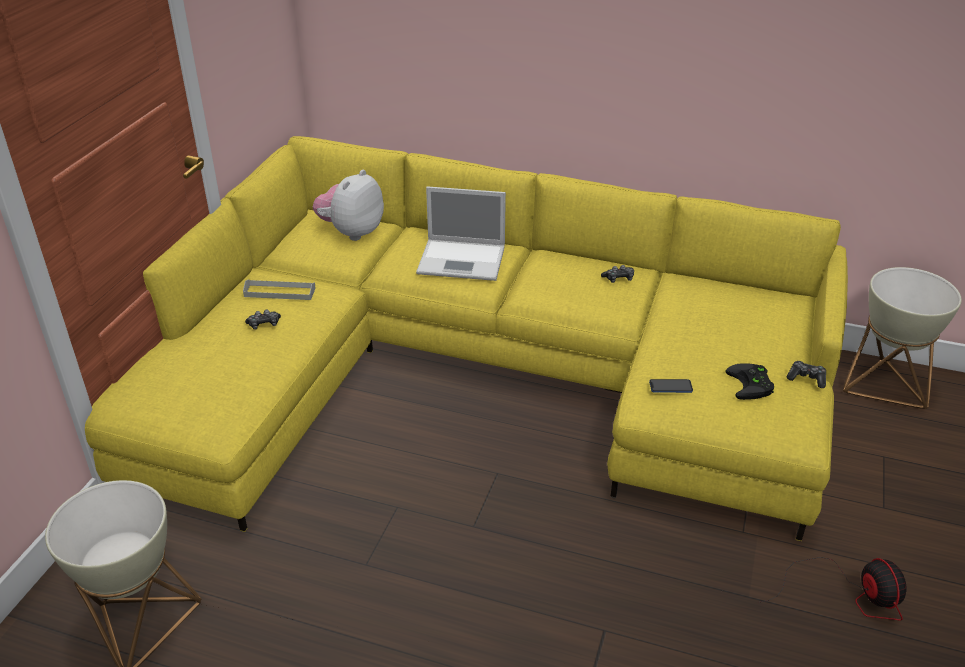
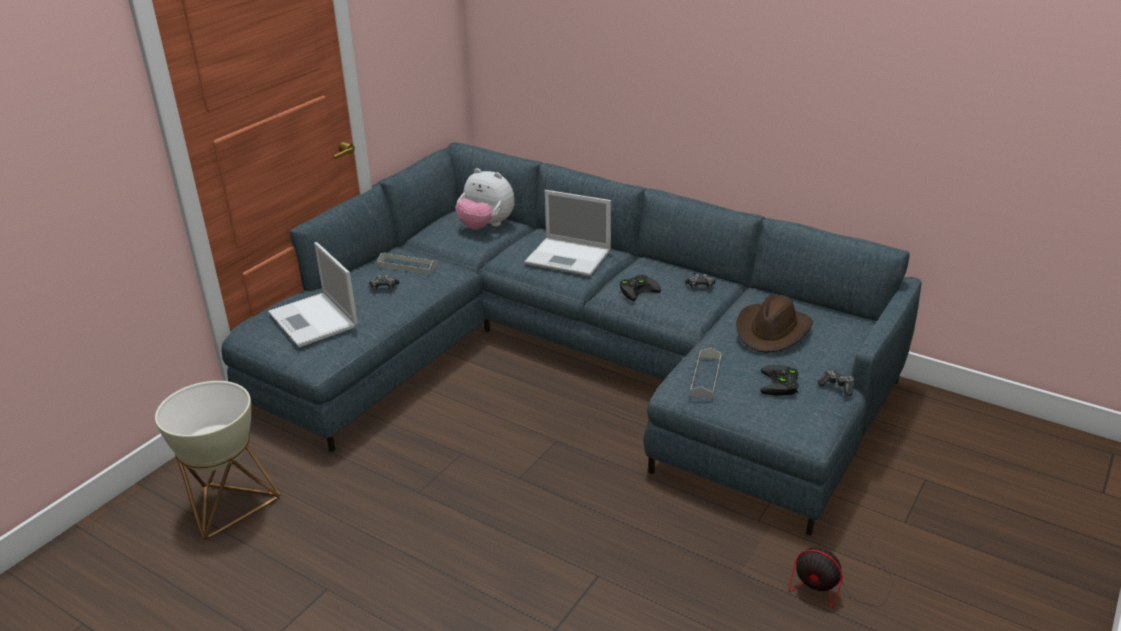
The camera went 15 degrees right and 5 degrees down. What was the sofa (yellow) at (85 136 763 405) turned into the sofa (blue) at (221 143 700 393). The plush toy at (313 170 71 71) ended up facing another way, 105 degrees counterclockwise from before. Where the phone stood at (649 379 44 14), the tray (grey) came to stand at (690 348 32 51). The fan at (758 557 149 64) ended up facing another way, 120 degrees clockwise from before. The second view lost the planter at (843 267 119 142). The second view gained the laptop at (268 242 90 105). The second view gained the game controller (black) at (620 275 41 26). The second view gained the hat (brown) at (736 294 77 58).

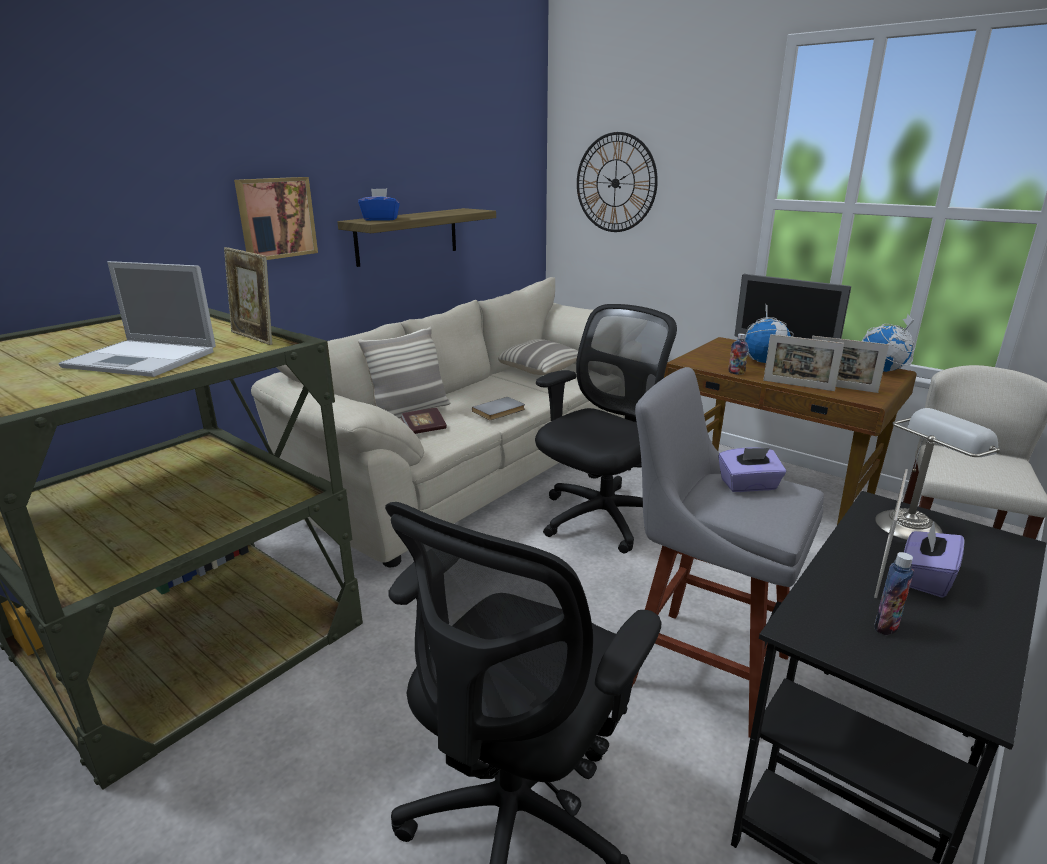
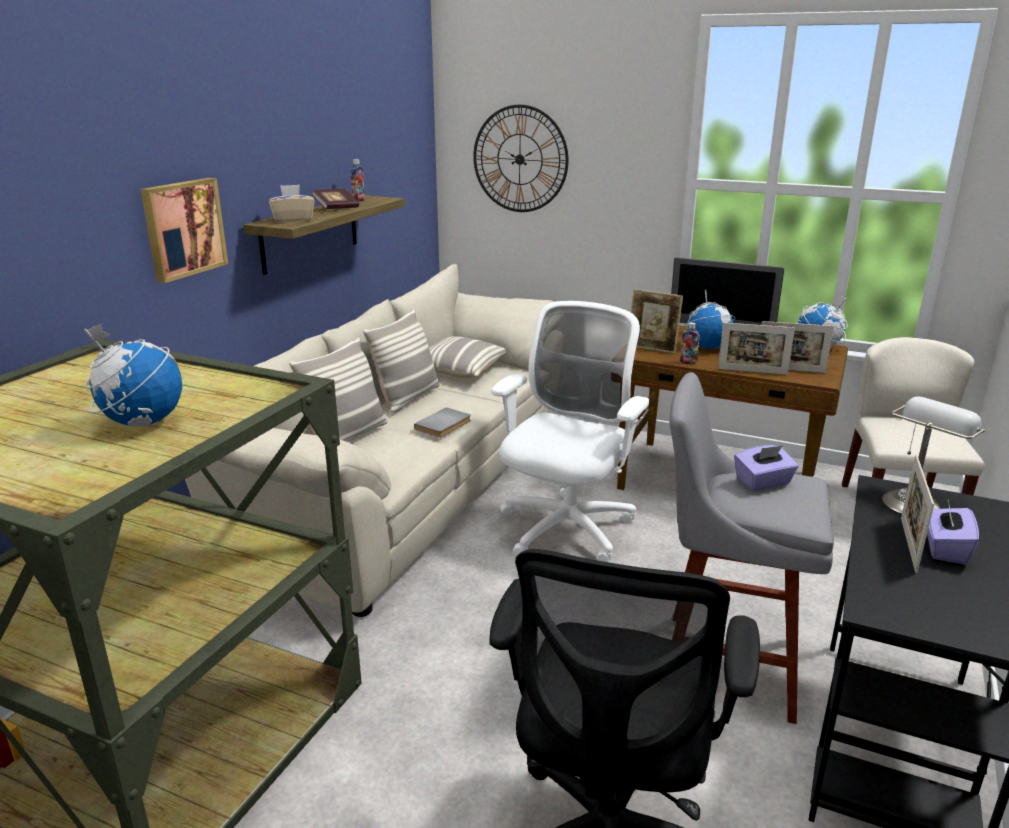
The camera went 15 degrees left and 0 degrees up. Where the laptop stood at (59 261 157 116), the globe came to stand at (84 323 98 104). The picture frame ended up elsewhere, having gone from (224 247 48 98) to (631 289 52 65). What was the tissue box (blue) at (358 188 42 33) turned into the tissue box (beige) at (269 185 45 37). The book ended up elsewhere, having gone from (401 408 46 26) to (312 189 47 20). What was the office chair (black) at (535 304 142 250) turned into the office chair (white) at (491 301 158 261). The bottle ended up elsewhere, having gone from (874 552 40 83) to (350 159 15 43). The second view gained the pillow at (363 310 77 106).

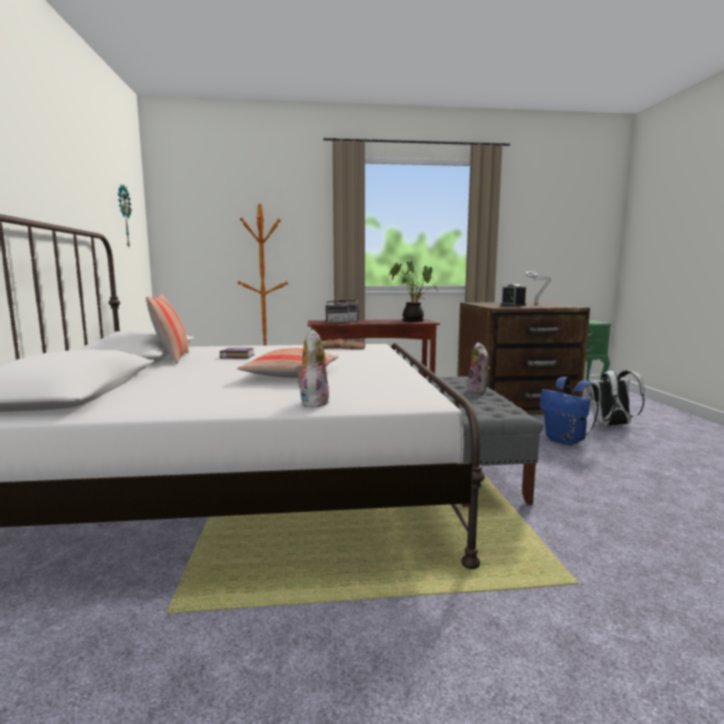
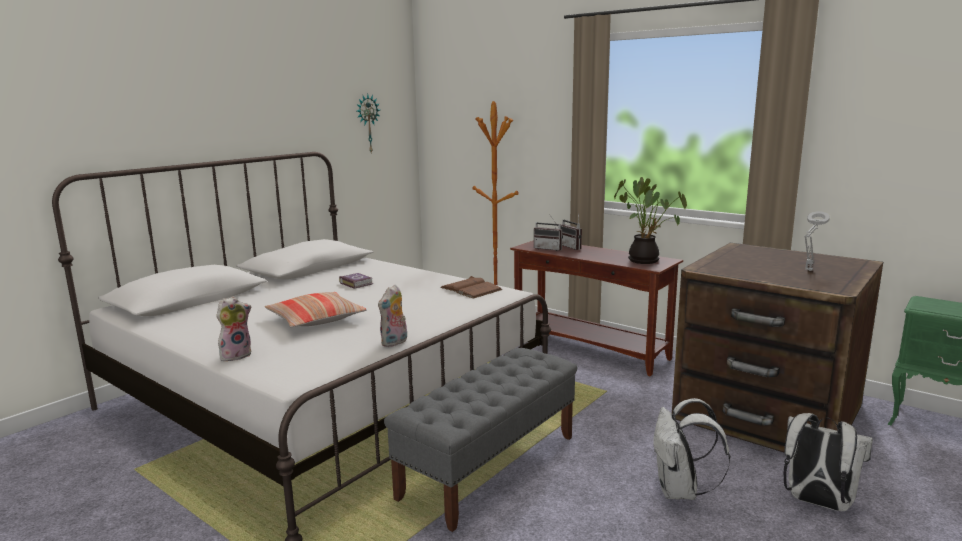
The camera went 45 degrees right and 5 degrees up. The second view lost the pillow at (146 294 43 70). The plush toy ended up elsewhere, having gone from (466 342 24 51) to (378 285 29 62). The second view lost the alarm clock at (501 285 25 21). What was the backpack (blue) at (539 377 61 68) turned into the backpack (white) at (653 398 77 102).

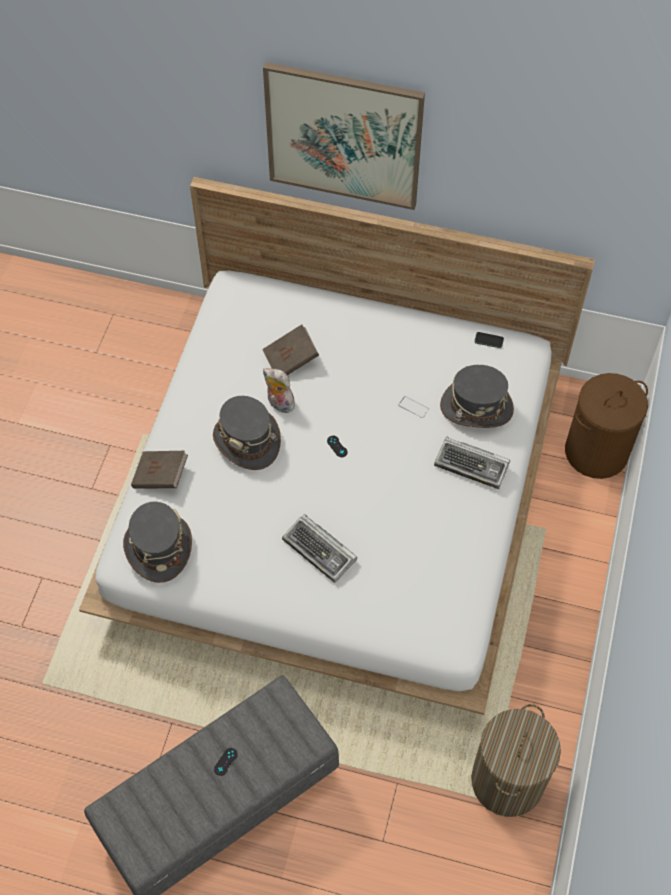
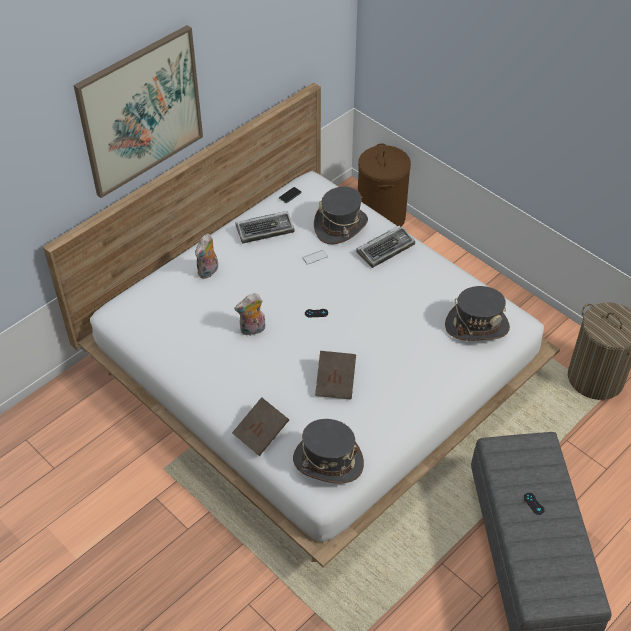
The camera went 60 degrees left and 10 degrees down. The hat (grey) ended up elsewhere, having gone from (213 396 68 74) to (445 286 65 55). The book (brown) ended up elsewhere, having gone from (262 324 57 51) to (315 351 41 48). The keyboard ended up elsewhere, having gone from (282 514 75 69) to (235 211 60 33). The second view gained the plush toy at (195 234 23 45).

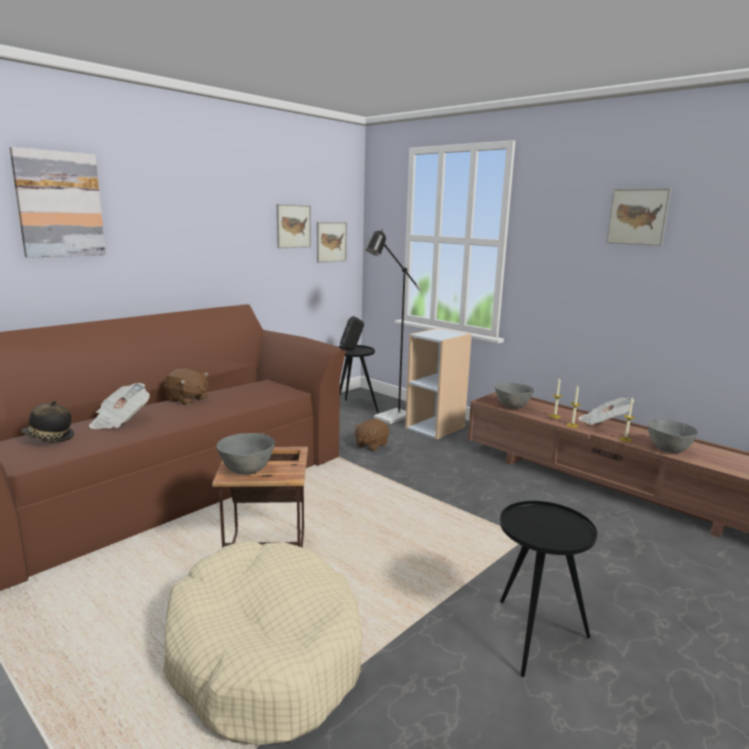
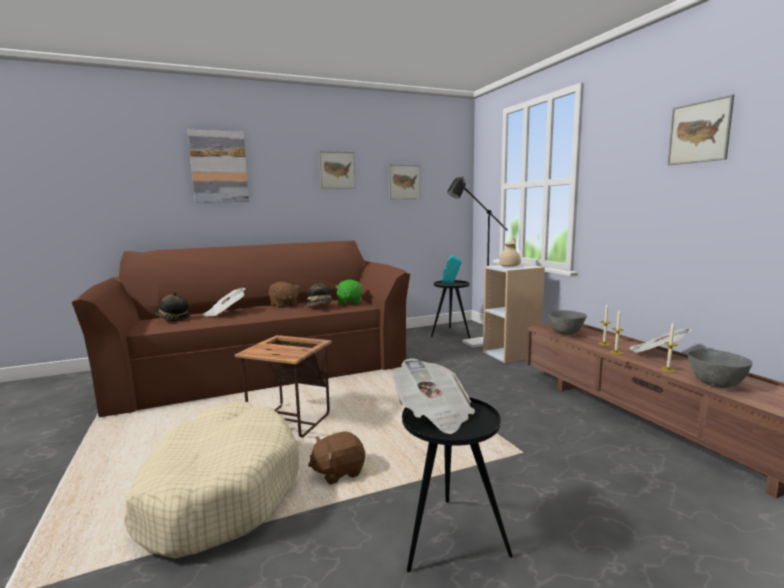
The camera went 25 degrees right and 5 degrees down. The second view lost the bowl (grey) at (217 433 58 42). The picture ended up elsewhere, having gone from (317 222 30 41) to (319 151 36 38). What was the speaker (black) at (340 316 24 34) turned into the speaker (turquoise) at (441 255 20 29). The plush toy (brown) ended up elsewhere, having gone from (354 419 35 32) to (308 431 57 54). The second view gained the hat at (306 281 28 25). The second view gained the plush toy (green) at (335 279 27 26). The second view gained the newspaper at (392 358 83 76). The second view gained the teapot (beige) at (499 237 22 30).

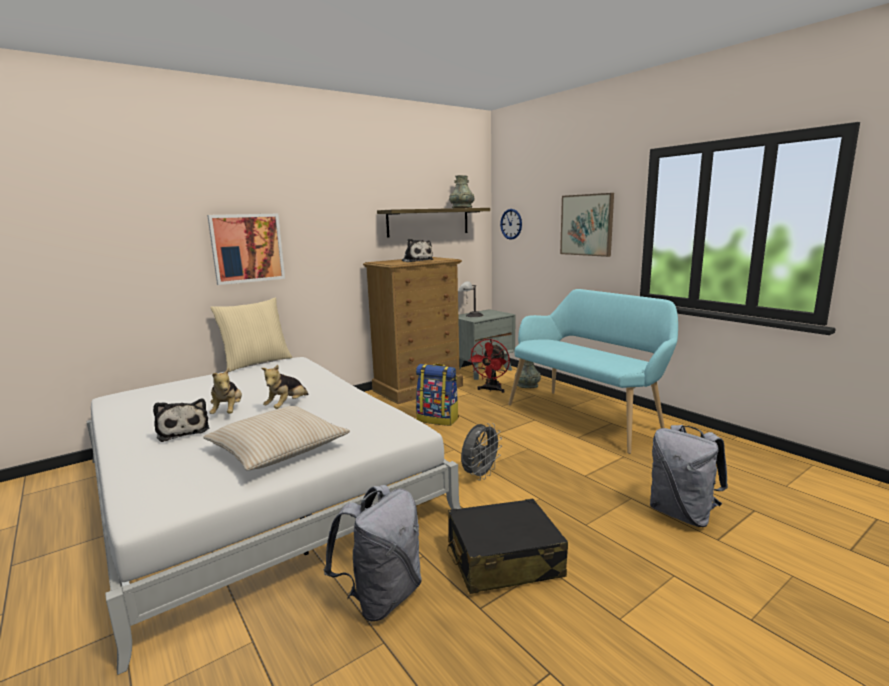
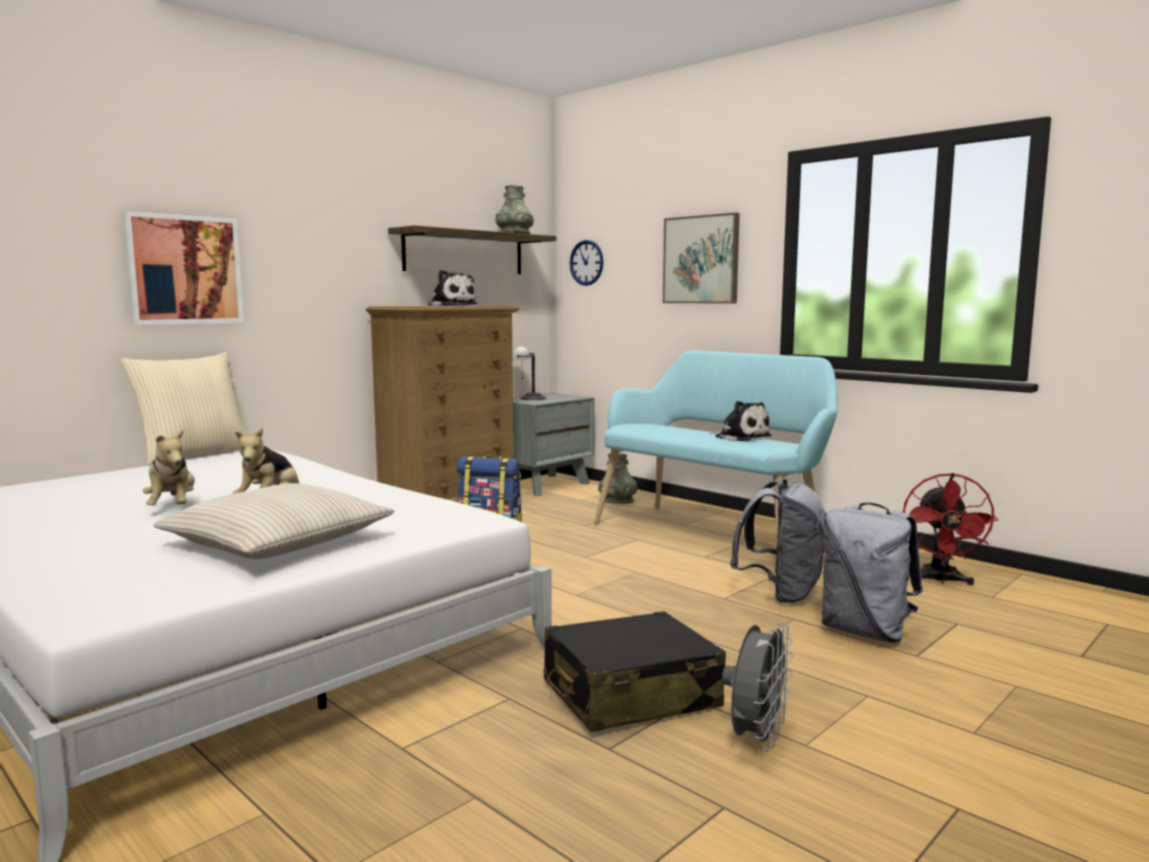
The camera went 10 degrees left and 5 degrees down. The plush toy ended up elsewhere, having gone from (153 399 56 43) to (709 401 62 40). The backpack (grey) ended up elsewhere, having gone from (324 485 98 136) to (730 479 97 124). The fan (grey) ended up elsewhere, having gone from (461 423 41 57) to (722 622 71 129). The fan (red) ended up elsewhere, having gone from (468 339 42 54) to (903 473 95 112).

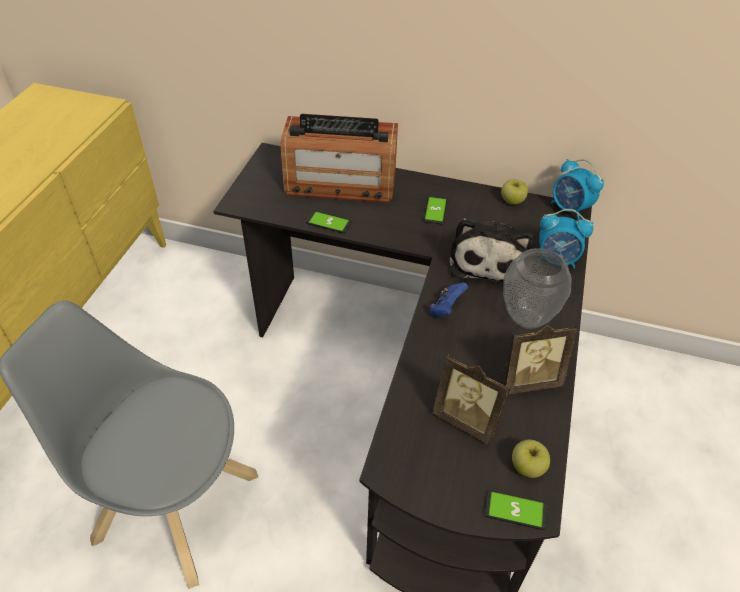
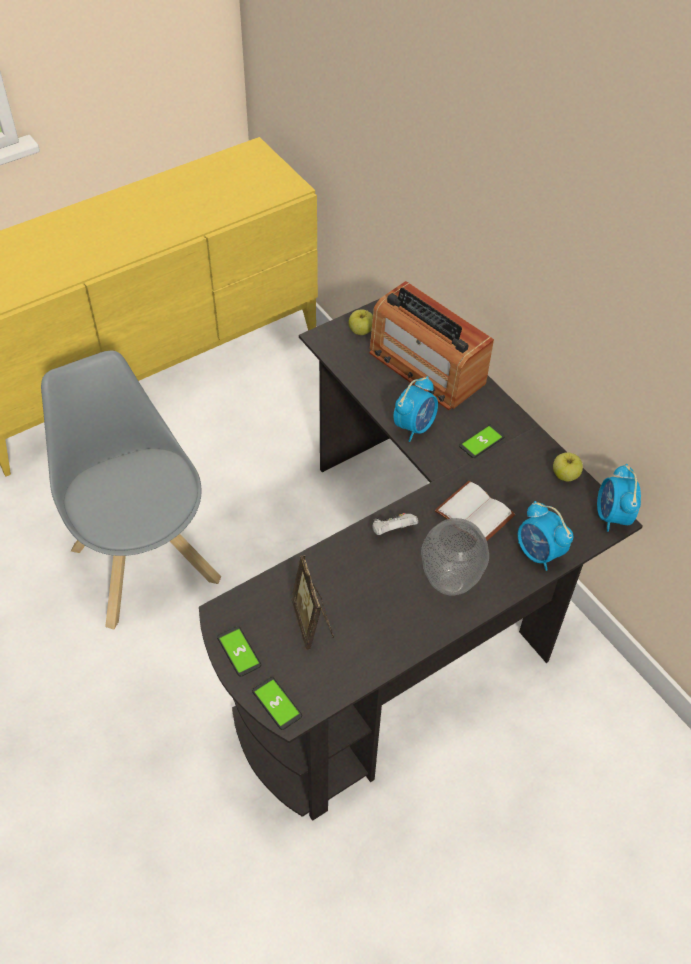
The camera went 40 degrees right and 5 degrees up. The phone ended up elsewhere, having gone from (306 211 46 22) to (217 626 44 51). What was the game controller (blue) at (429 282 39 35) turned into the game controller (white) at (372 513 46 22). Where the plush toy stood at (450 218 84 66), the book (white) came to stand at (434 481 81 60). The second view lost the picture frame at (501 325 76 69). The apple ended up elsewhere, having gone from (512 440 38 38) to (349 309 24 26). The second view gained the alarm clock at (394 376 44 66).

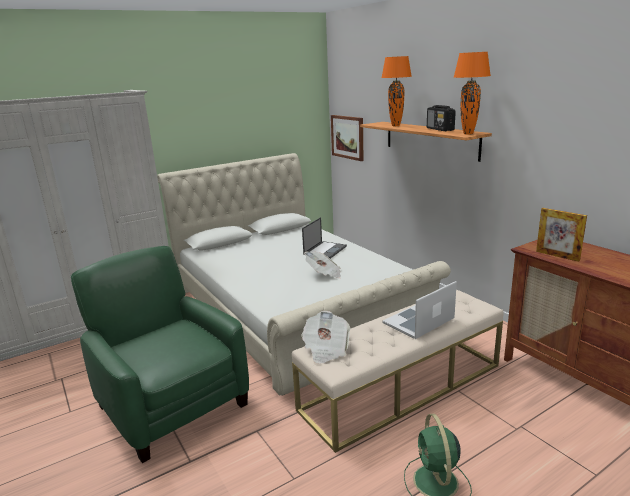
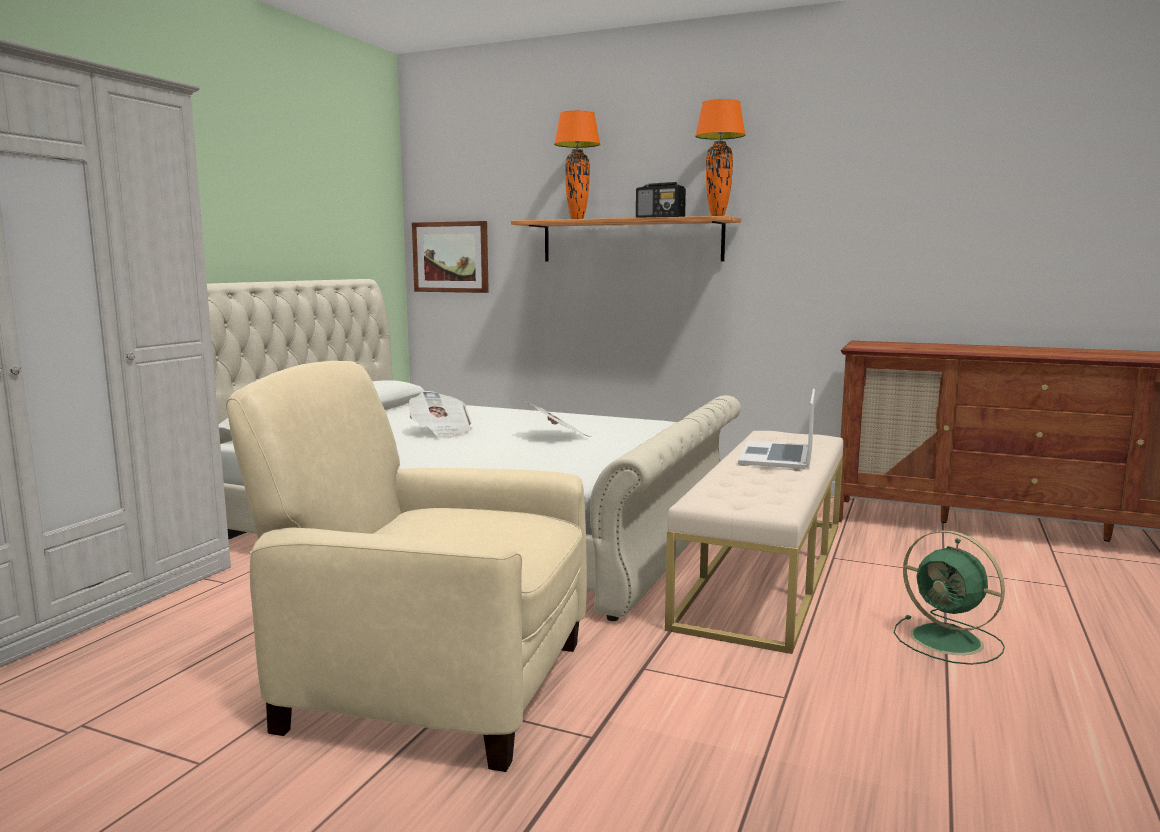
The camera went 35 degrees left and 10 degrees down. What was the armchair (green) at (71 246 178 217) turned into the armchair (beige) at (226 361 361 411). The newspaper ended up elsewhere, having gone from (301 311 49 53) to (409 391 64 48). The second view lost the laptop at (302 217 45 42). The second view lost the picture frame at (536 208 51 54).

